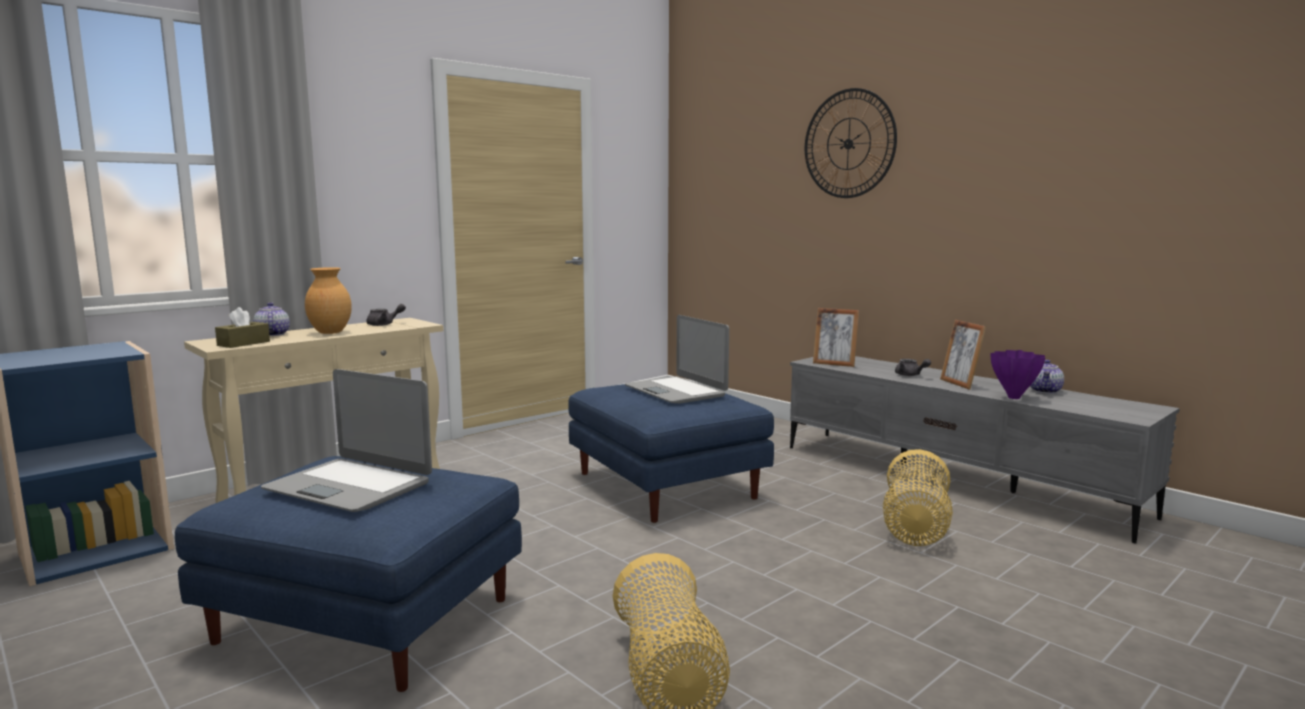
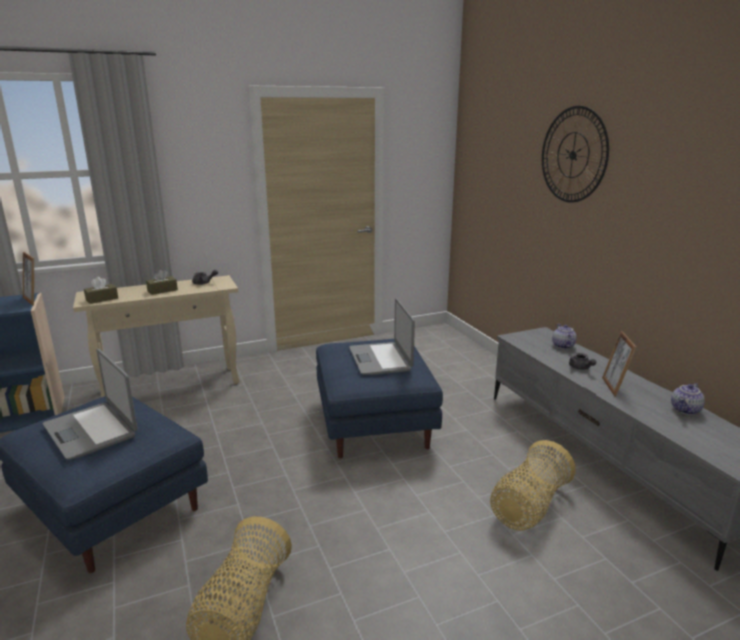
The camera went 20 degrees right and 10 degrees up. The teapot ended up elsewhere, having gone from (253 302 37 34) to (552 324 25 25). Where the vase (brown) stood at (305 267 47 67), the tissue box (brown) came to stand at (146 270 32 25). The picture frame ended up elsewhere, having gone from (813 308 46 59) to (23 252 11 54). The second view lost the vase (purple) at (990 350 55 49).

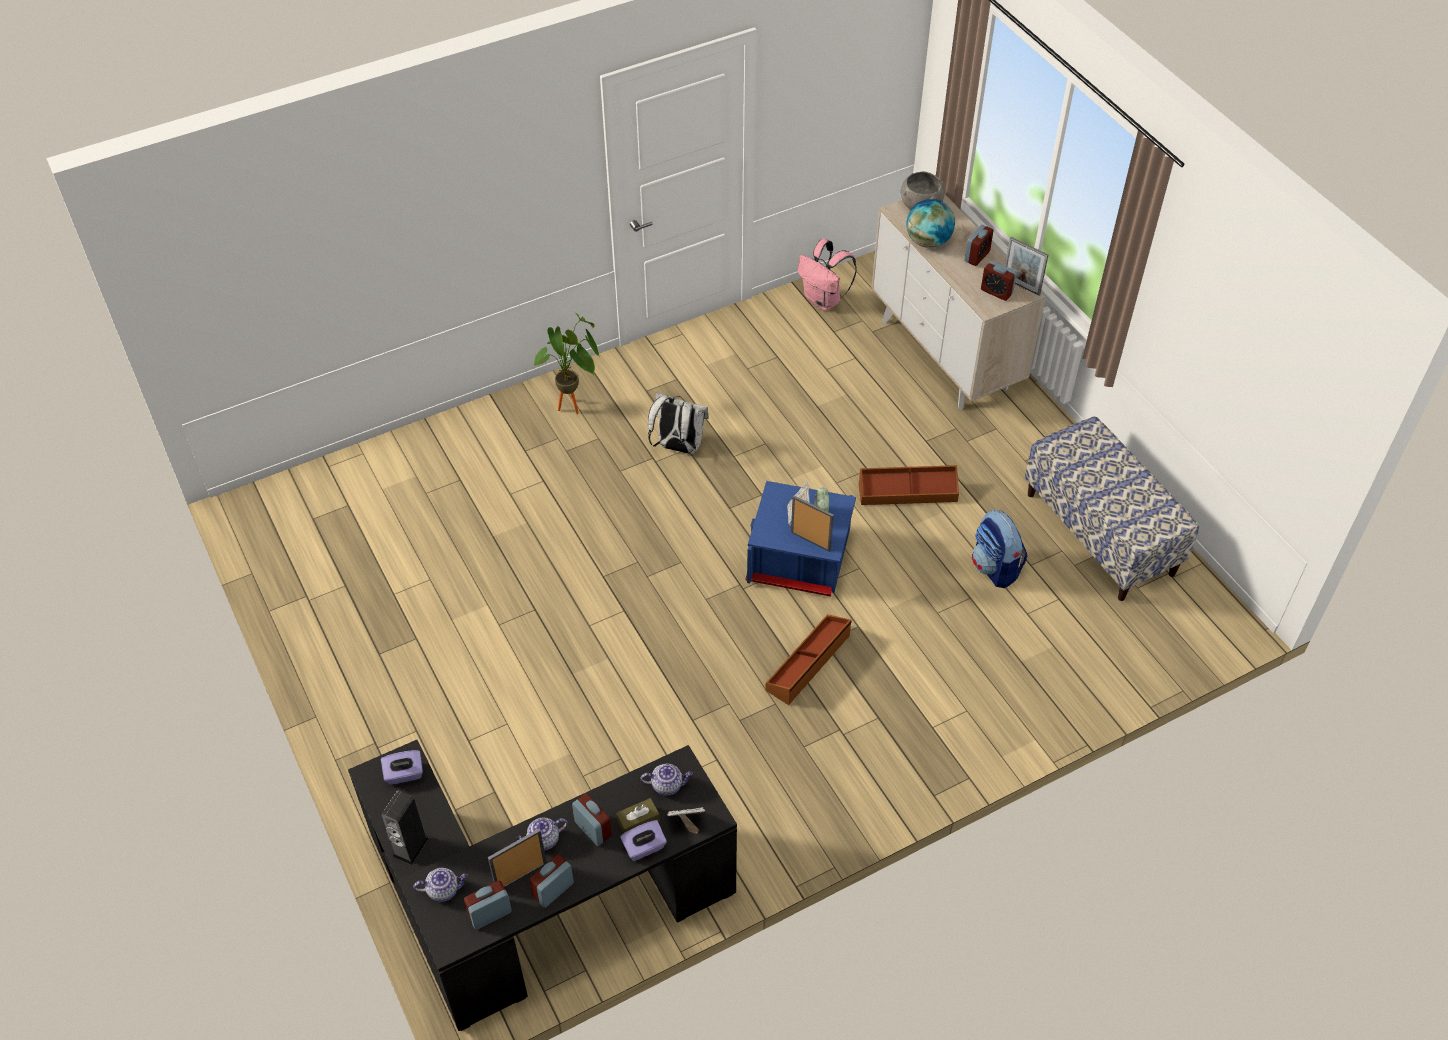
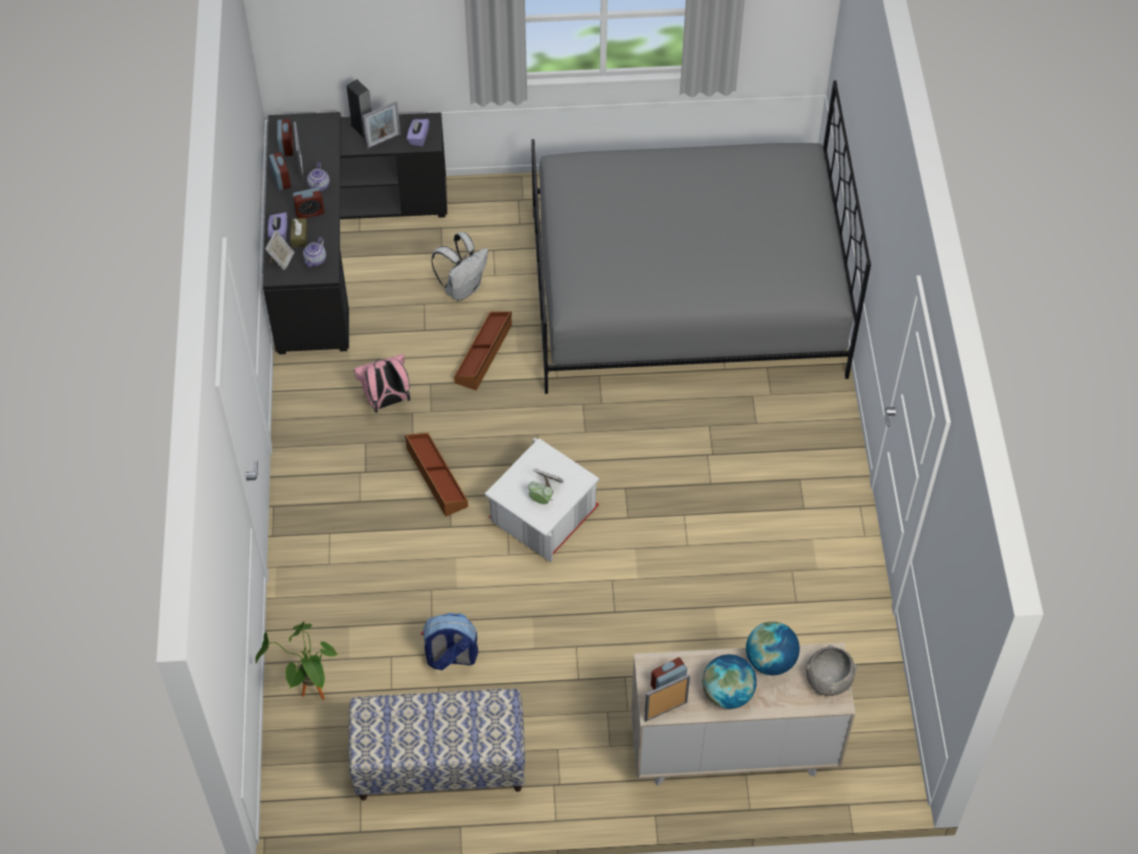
The camera went 115 degrees right and 5 degrees up. The second view lost the teapot at (413 868 55 34). The potted plant ended up elsewhere, having gone from (533 312 67 102) to (255 622 84 78). The backpack (white) ended up elsewhere, having gone from (648 393 61 61) to (431 232 57 69). What was the storage box (blue) at (746 481 110 116) turned into the storage box (white) at (485 438 115 124). The picture frame ended up elsewhere, having gone from (791 495 43 57) to (362 101 39 48). The backpack (pink) ended up elsewhere, having gone from (798 239 59 72) to (353 354 57 59). The storage box (brown) ended up elsewhere, having gone from (859 465 100 40) to (454 311 58 80). Where the alarm clock stood at (964 225 30 41), the globe came to stand at (702 654 55 55). The second view gained the bed (grey) at (531 81 340 313).

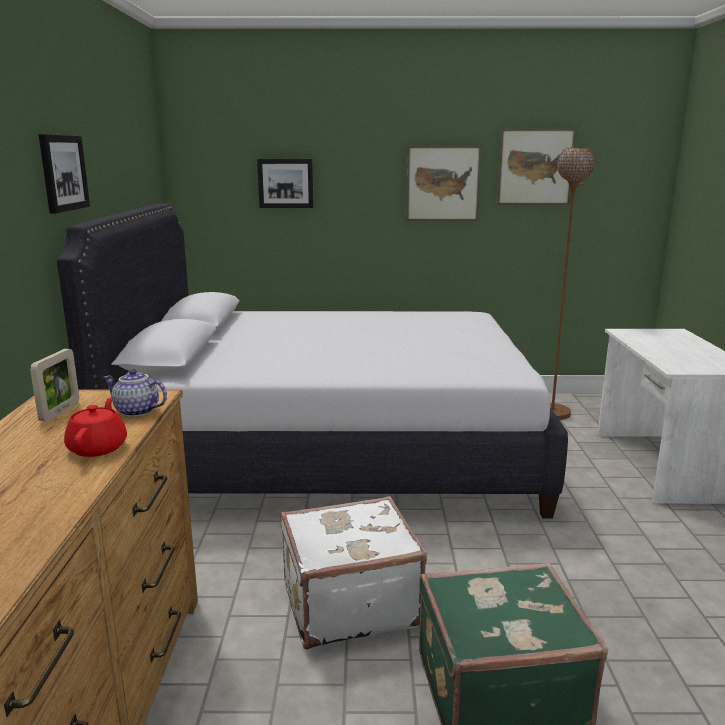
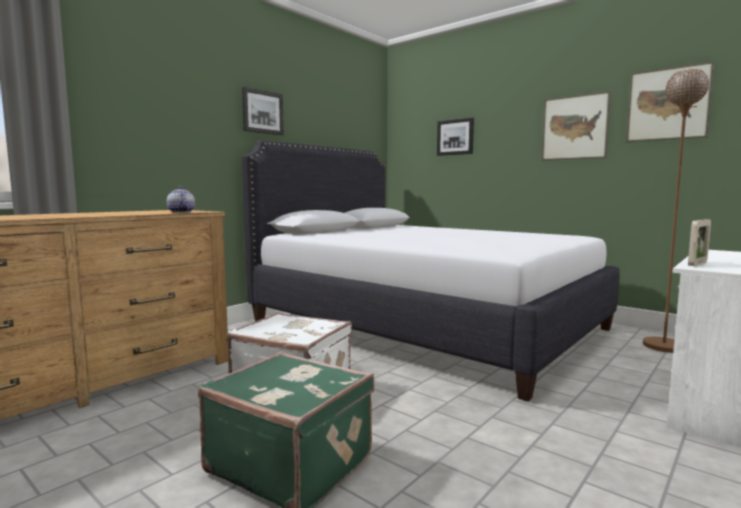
The camera went 40 degrees right and 10 degrees down. The picture frame ended up elsewhere, having gone from (30 349 49 72) to (688 219 23 47). The second view lost the teapot (red) at (64 397 63 60).

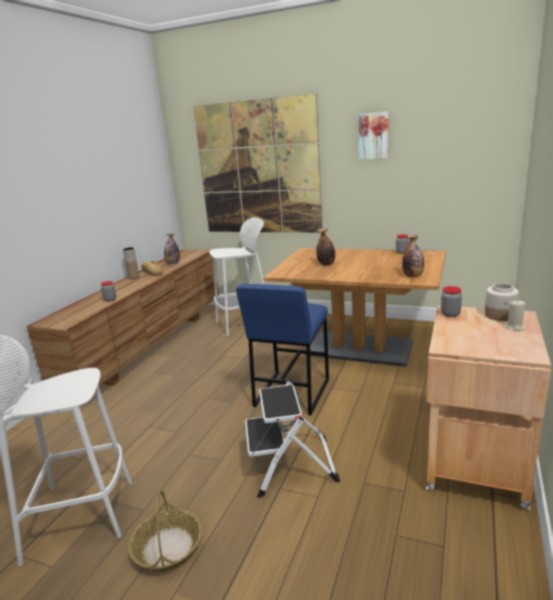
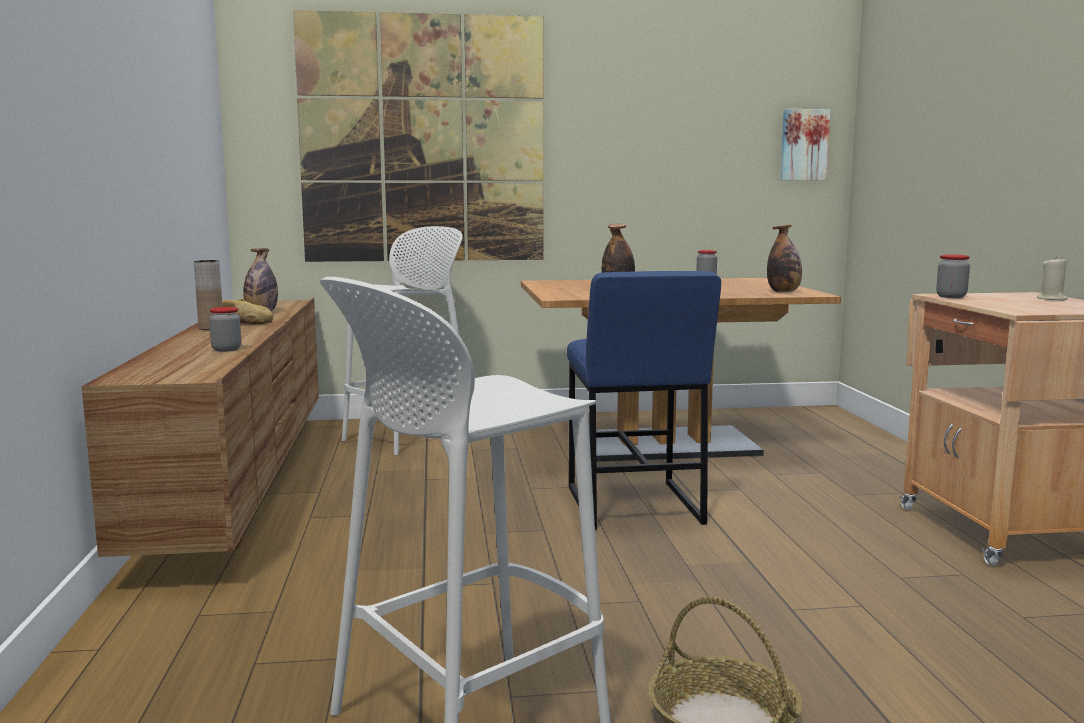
The camera went 30 degrees left and 10 degrees down. The second view lost the step ladder at (245 379 95 119). The picture ended up elsewhere, having gone from (358 111 31 49) to (780 109 51 72). The second view lost the jar at (485 283 34 38).

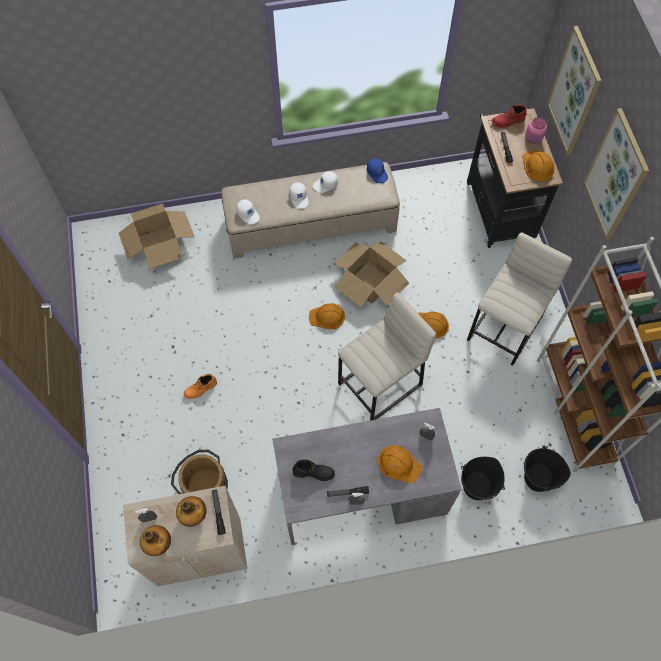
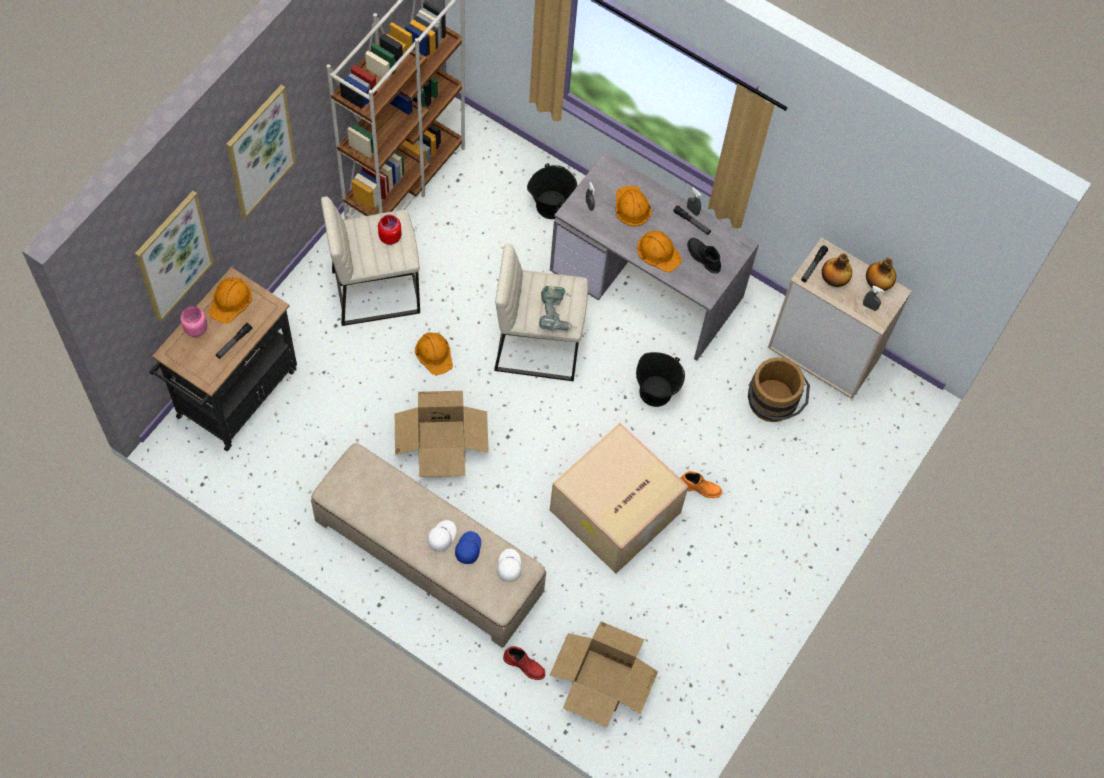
The camera went 140 degrees left and 0 degrees up. The hard hat (orange) ended up elsewhere, having gone from (309 303 36 26) to (637 231 45 41). The second view lost the cap (white) at (313 171 25 22). The cap (blue) ended up elsewhere, having gone from (367 158 21 25) to (455 531 26 33). The boot (red) ended up elsewhere, having gone from (492 105 35 23) to (503 646 43 34). The bucket (black) ended up elsewhere, having gone from (524 445 47 47) to (636 352 49 55). The second view gained the jar (red) at (378 214 24 31). The second view gained the power drill at (539 286 39 45). The second view gained the cardboard box at (550 423 139 150).

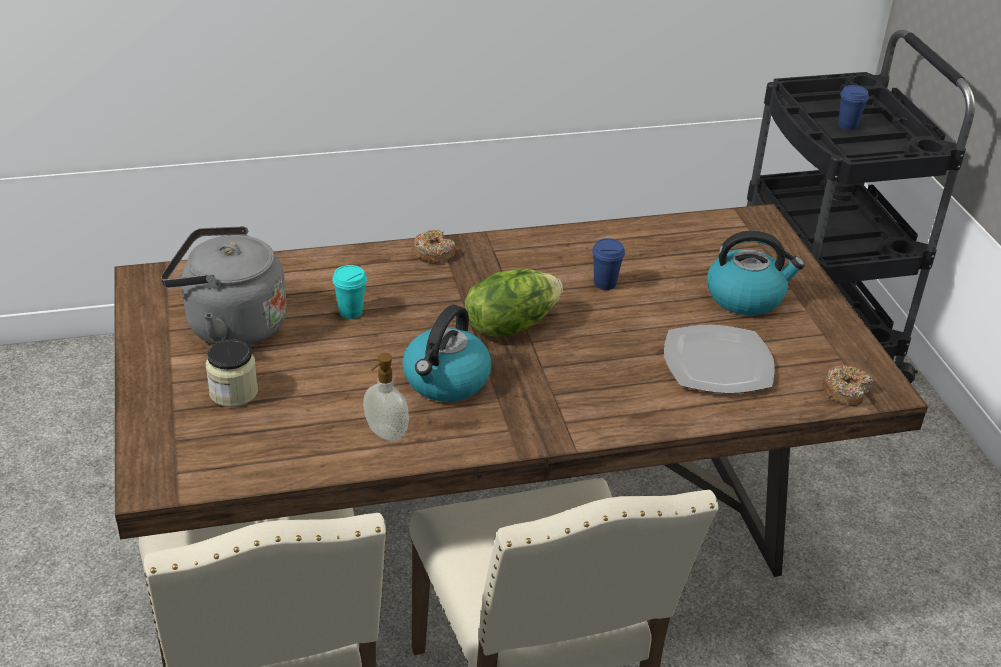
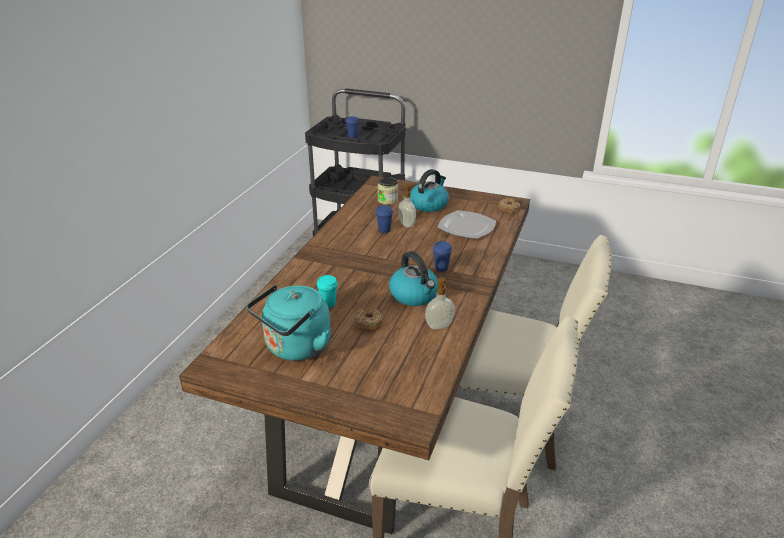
The camera went 55 degrees left and 5 degrees down. What was the kettle (grey) at (161 226 126 120) turned into the kettle (turquoise) at (247 285 84 76). The jar ended up elsewhere, having gone from (206 339 52 68) to (378 177 20 28). The donut ended up elsewhere, having gone from (412 230 43 34) to (354 309 29 23). The second view lost the lettuce at (465 269 98 68). The second view gained the soap dispenser at (398 184 18 43). The second view gained the cup (blue) at (433 241 19 31).

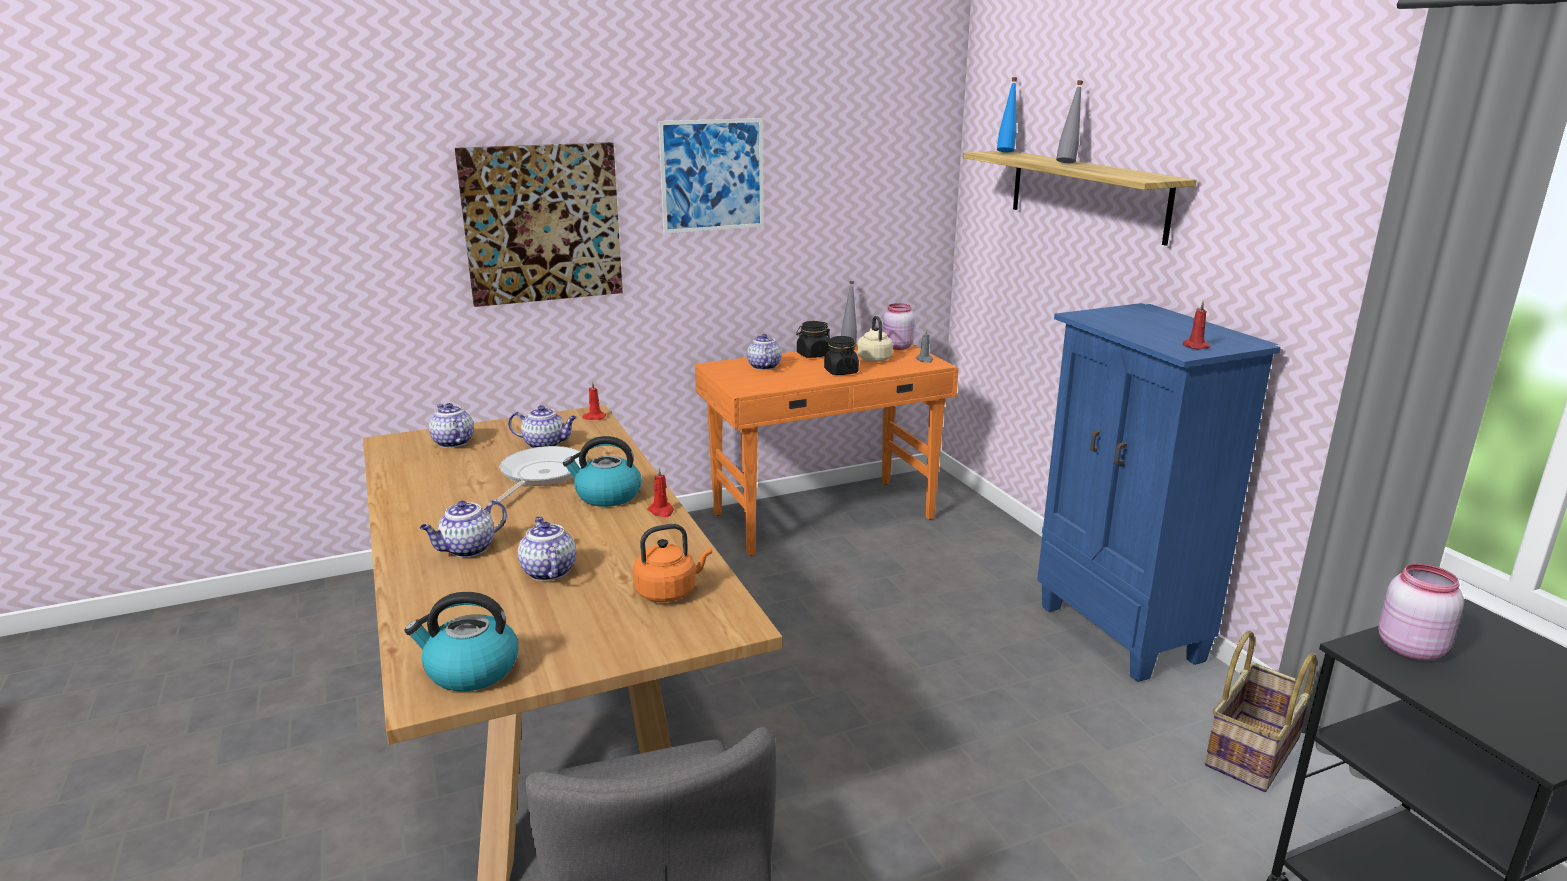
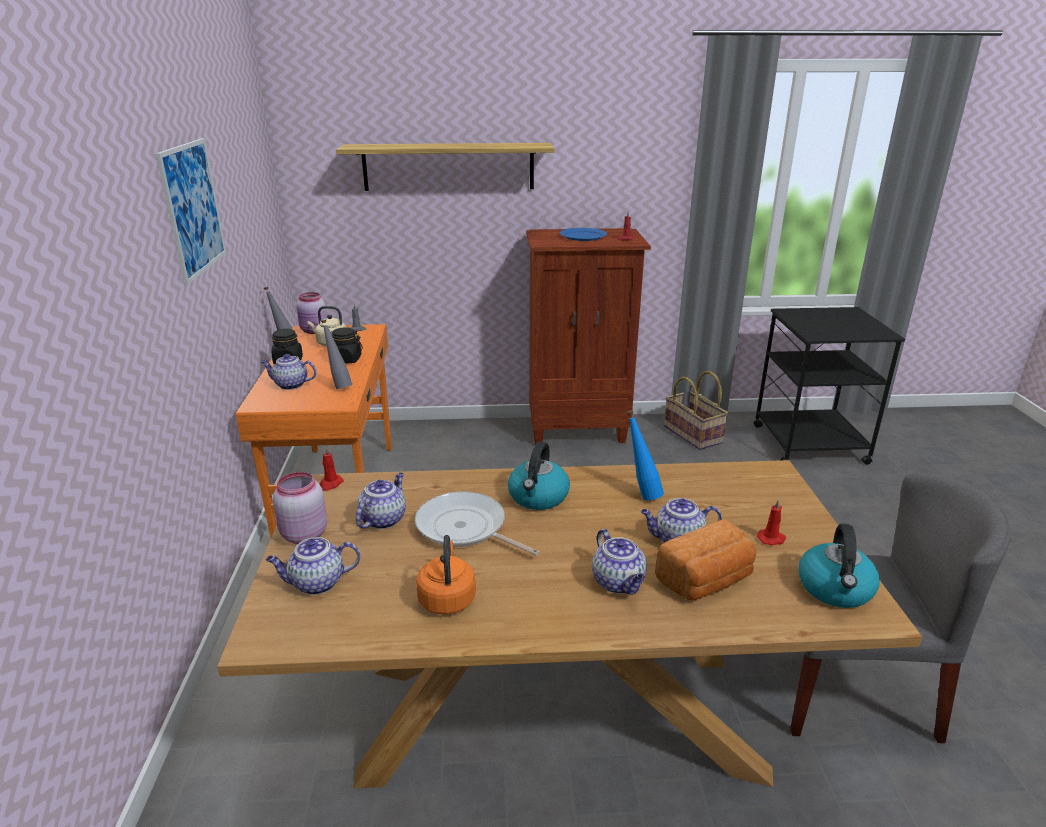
The camera went 70 degrees left and 5 degrees up. The second view lost the picture at (455 142 168 165). The kettle (orange) ended up elsewhere, having gone from (633 524 79 78) to (416 535 60 80). The candle (red) ended up elsewhere, having gone from (647 467 27 50) to (757 499 29 47). The bottle (blue) ended up elsewhere, having gone from (997 77 20 76) to (627 410 37 90). What was the cabinet (blue) at (1037 303 244 379) turned into the cabinet (brown) at (526 228 125 217). The bottle (grey) ended up elsewhere, having gone from (1056 80 27 83) to (321 320 31 69). The jar (pink) ended up elsewhere, having gone from (1378 564 86 97) to (273 472 54 72). The second view gained the plate (blue) at (560 228 47 13). The second view gained the bread at (655 519 101 81).

